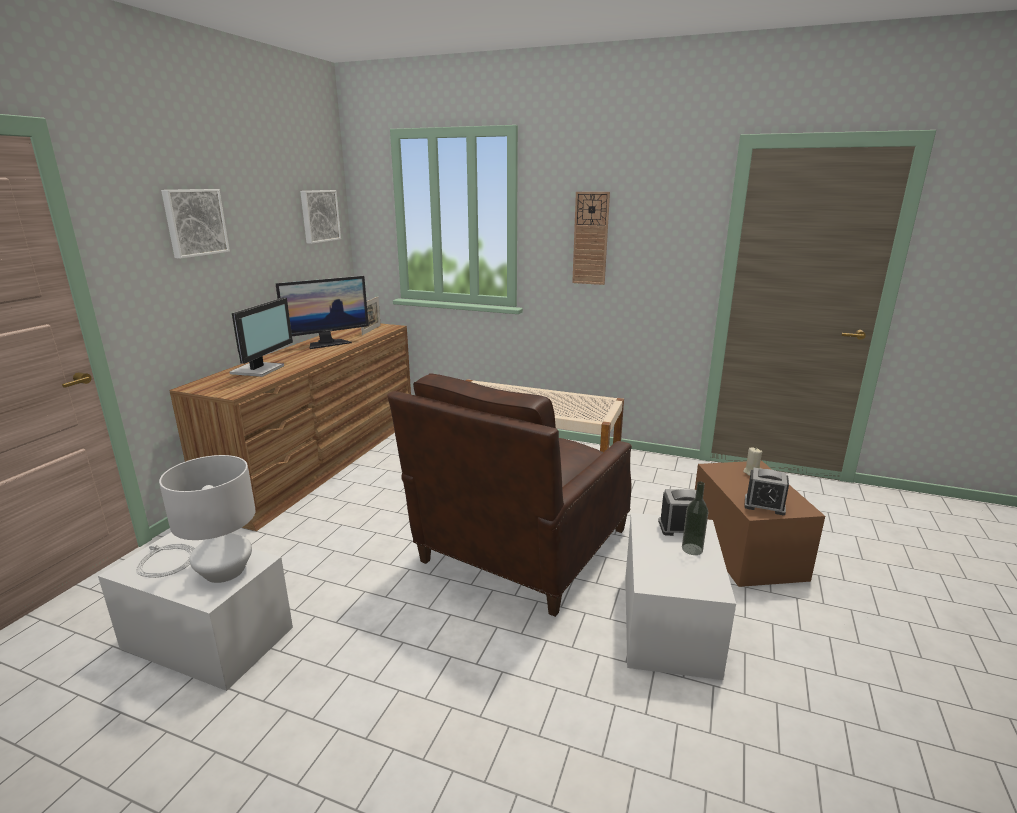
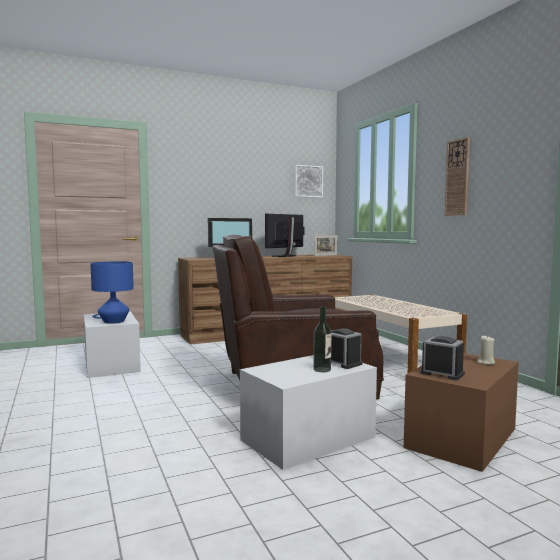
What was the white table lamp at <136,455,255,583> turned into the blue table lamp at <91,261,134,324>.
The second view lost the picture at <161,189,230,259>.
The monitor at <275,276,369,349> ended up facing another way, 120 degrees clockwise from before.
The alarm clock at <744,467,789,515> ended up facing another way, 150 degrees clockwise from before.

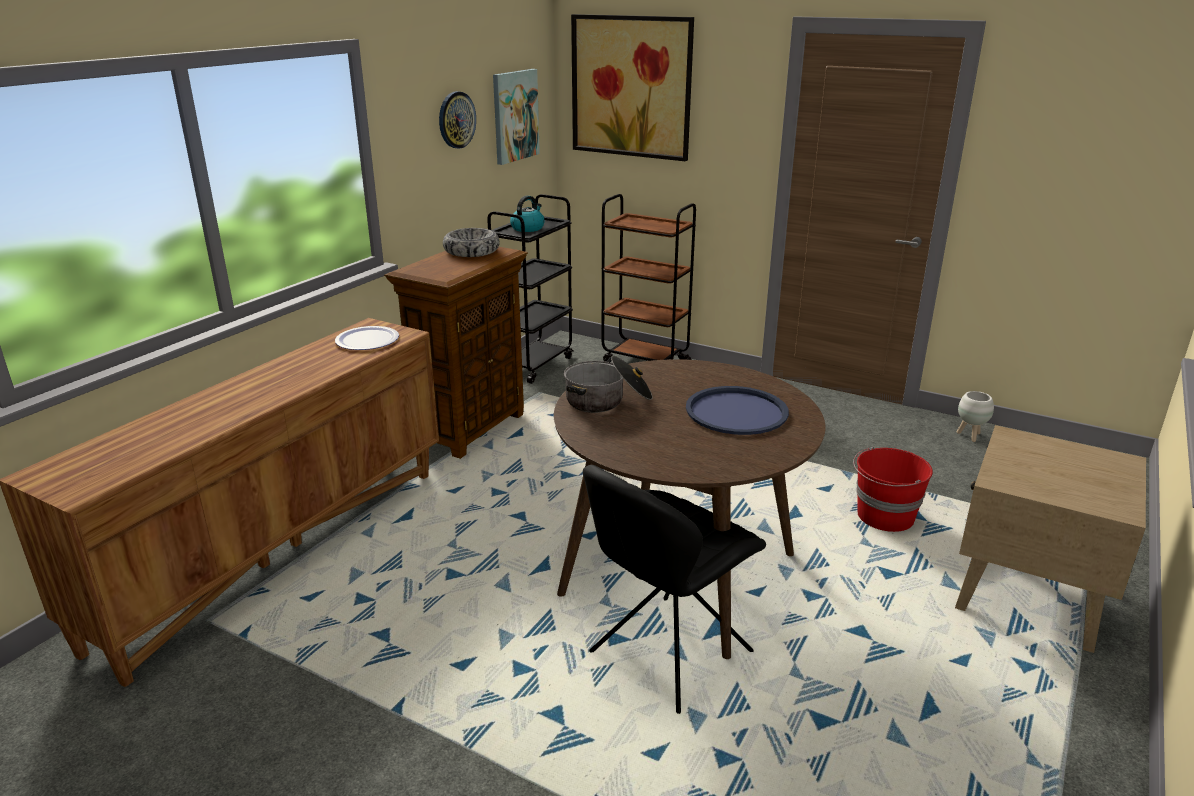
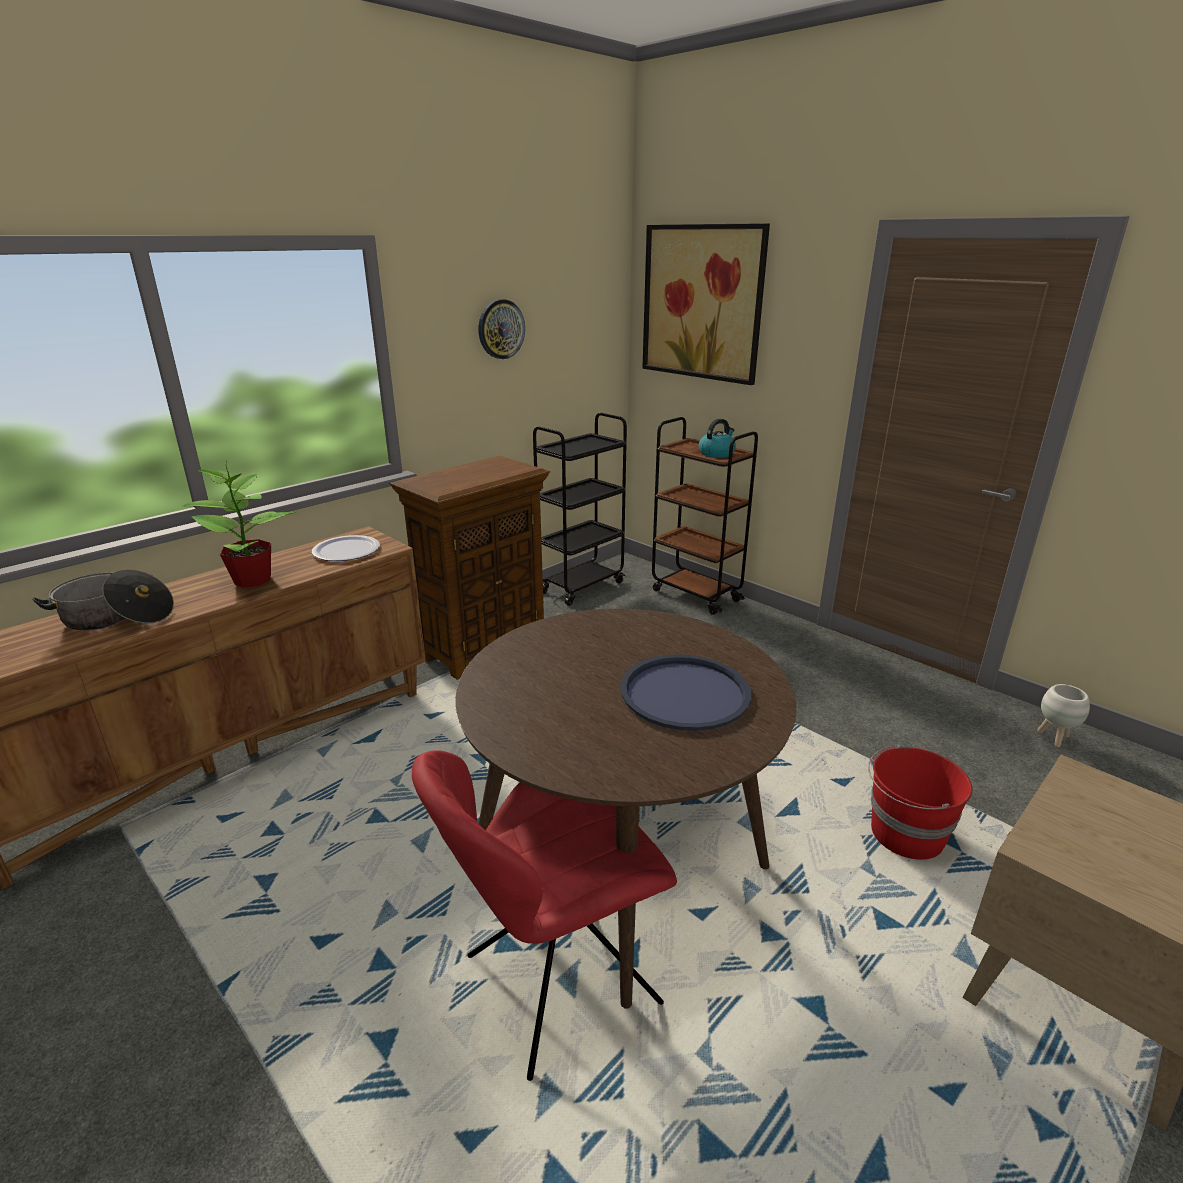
The second view lost the bowl at <443,228,500,257>.
The second view lost the picture at <493,69,540,165>.
The kettle ended up elsewhere, having gone from <510,196,545,232> to <699,419,736,458>.
The cooking pot ended up elsewhere, having gone from <564,356,653,413> to <33,570,174,631>.
What was the black chair at <583,465,766,714> turned into the red chair at <412,750,677,1081>.
The second view gained the potted plant at <183,460,296,588>.

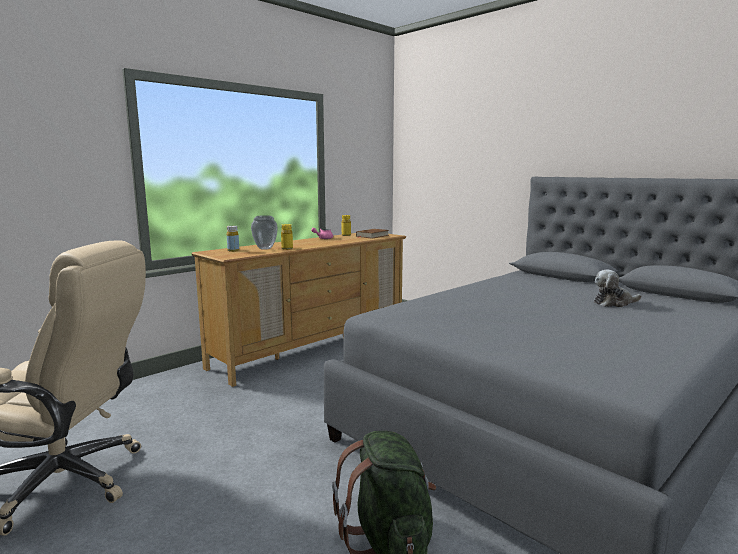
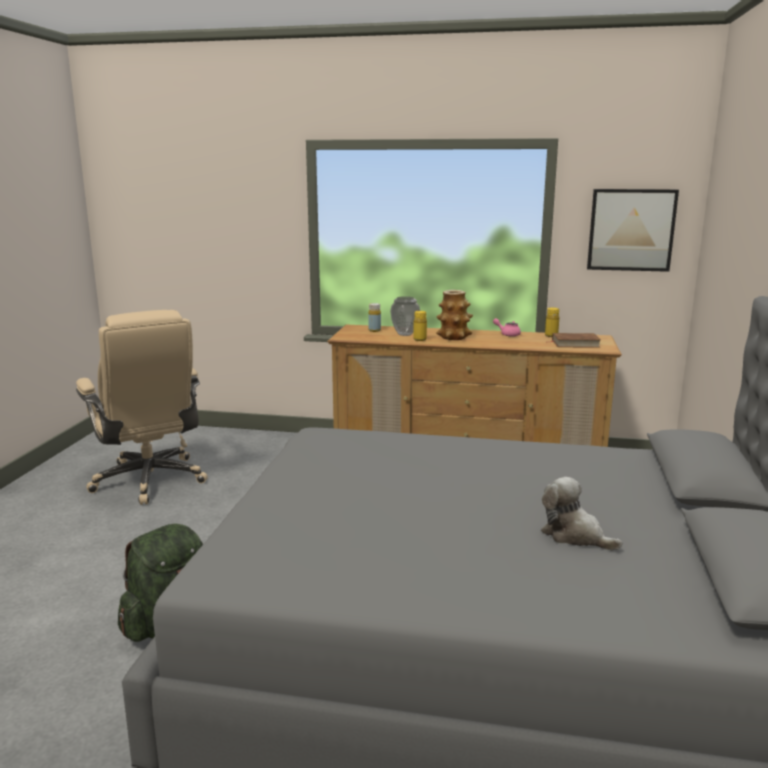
The second view gained the vase at <436,290,473,340>.
The second view gained the picture at <587,189,679,272>.

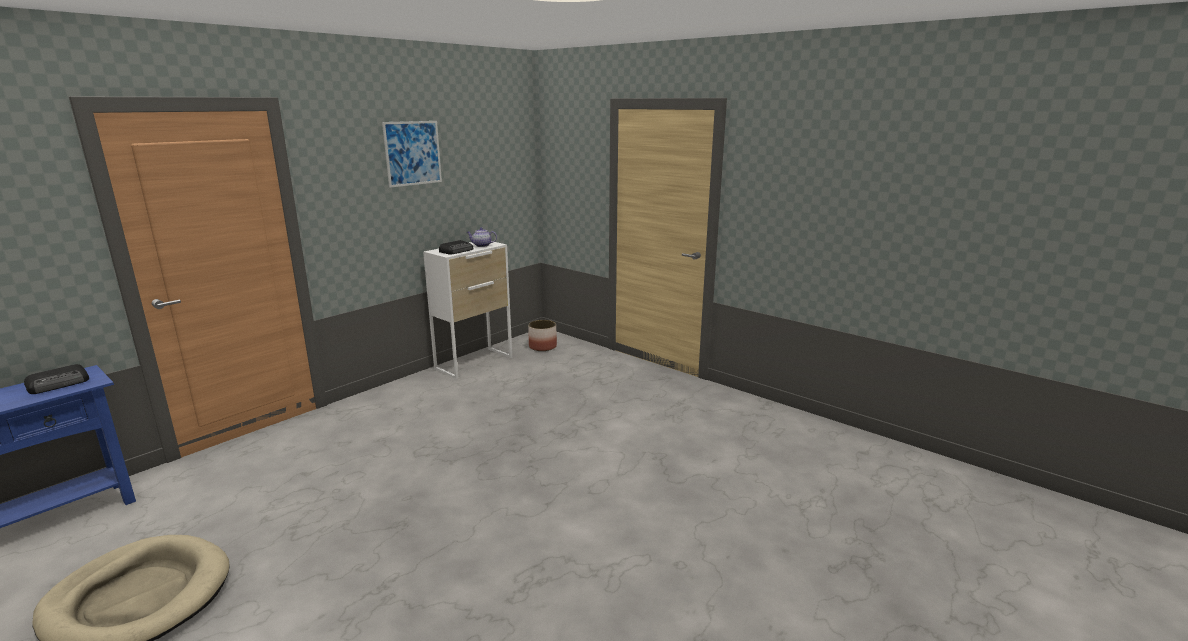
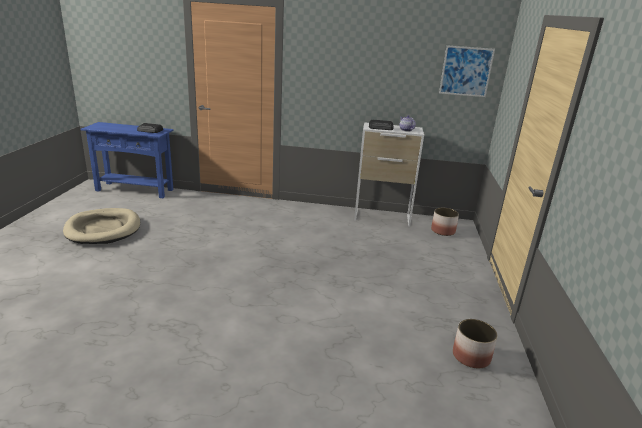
The picture ended up elsewhere, having gone from <382,121,442,187> to <439,45,495,97>.
The second view gained the planter at <453,319,498,368>.

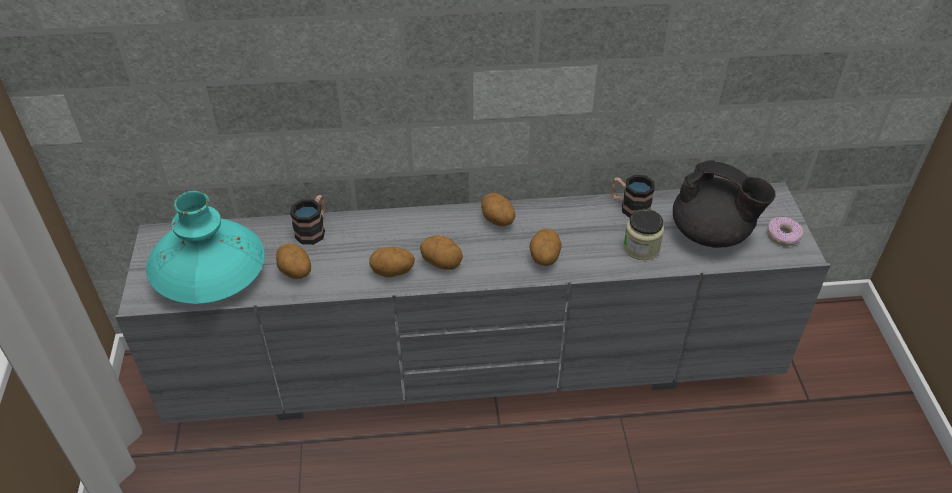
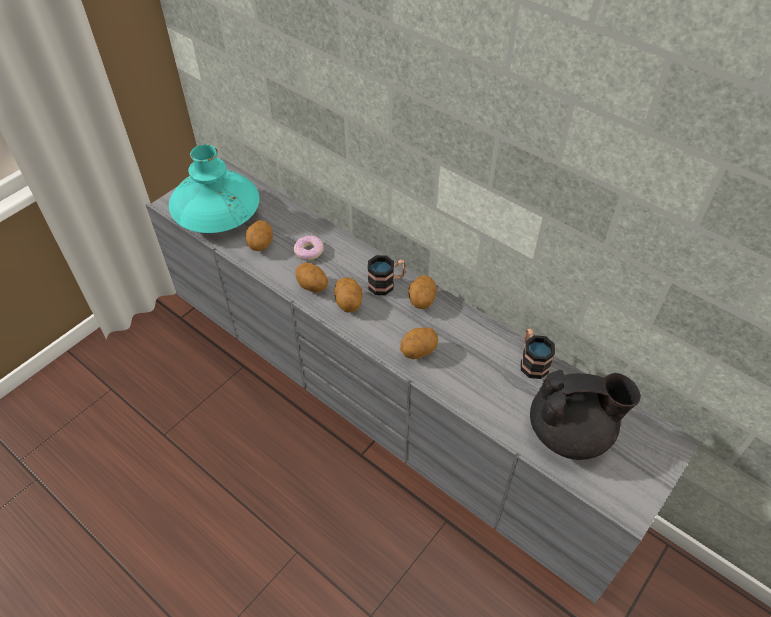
The mug ended up elsewhere, having gone from <290,195,325,245> to <368,255,406,295>.
The second view lost the jar at <623,209,664,260>.
The black teapot at <673,160,775,248> ended up facing another way, 75 degrees counterclockwise from before.
The donut ended up elsewhere, having gone from <767,217,803,246> to <294,236,324,260>.

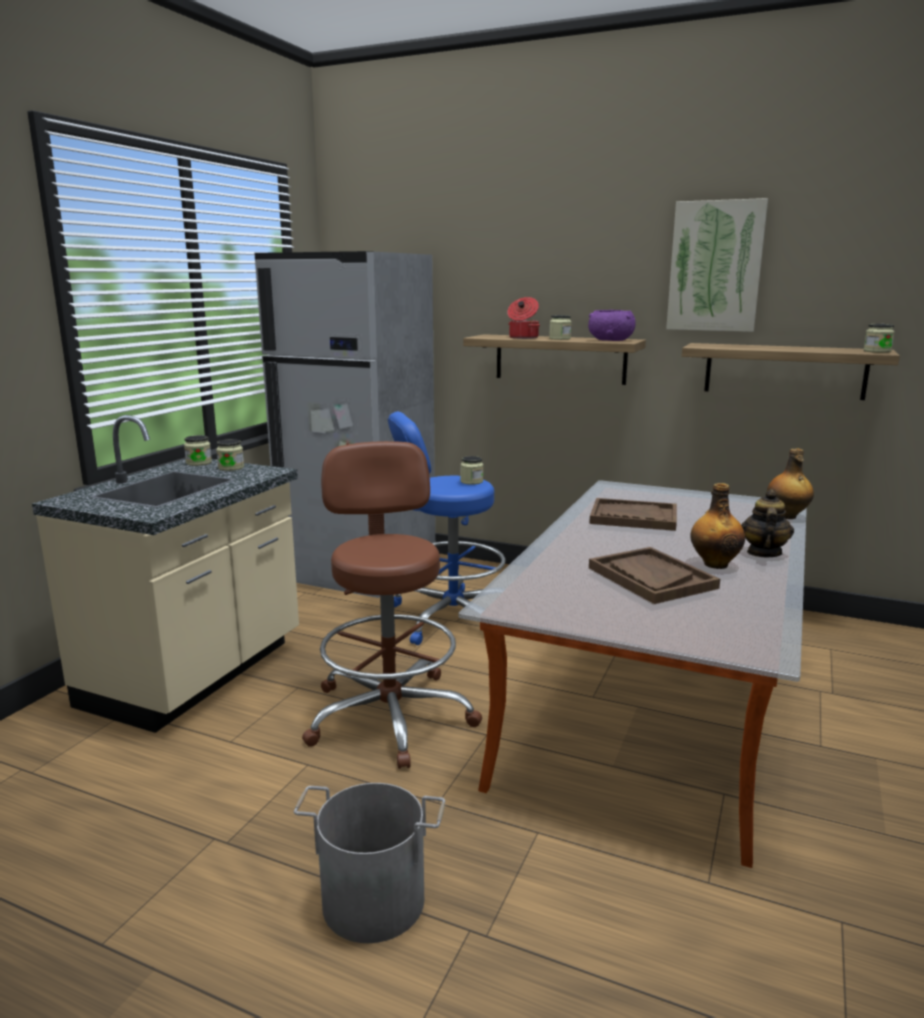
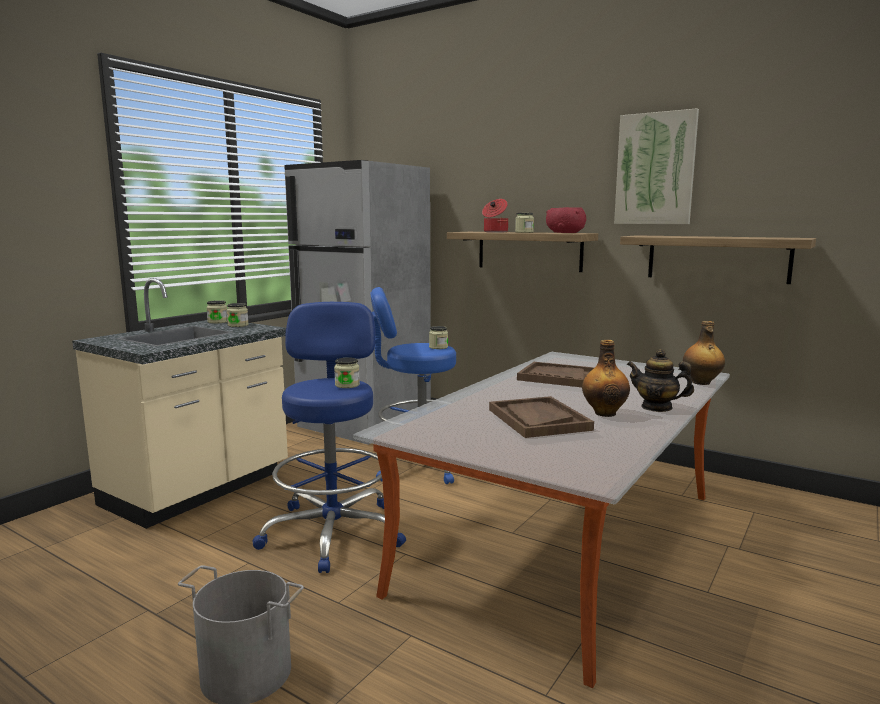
What was the brown stool at <302,441,482,769> turned into the blue stool at <253,302,406,573>.
What was the purple bowl at <588,310,636,341> turned into the red bowl at <546,207,586,233>.
The teapot at <741,489,794,557> ended up facing another way, 90 degrees counterclockwise from before.
The jar ended up elsewhere, having gone from <863,324,895,353> to <334,358,360,388>.

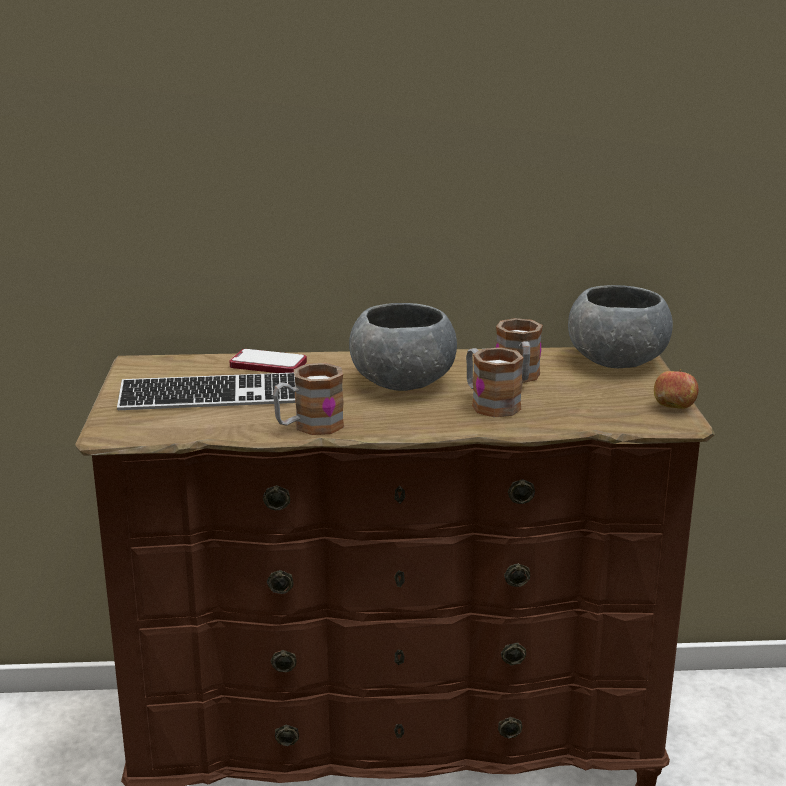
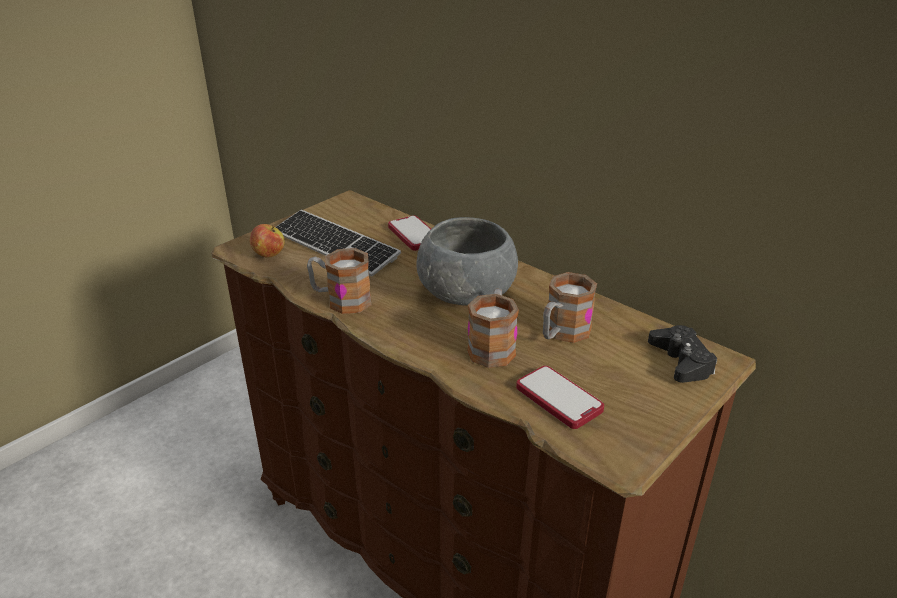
Where the grey bowl stood at <568,285,673,368>, the black game controller came to stand at <648,325,717,383>.
The apple ended up elsewhere, having gone from <654,369,698,409> to <250,224,285,258>.
The second view gained the phone at <516,366,604,429>.

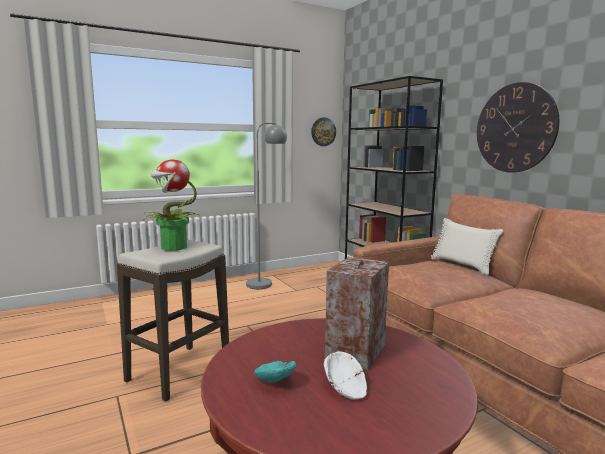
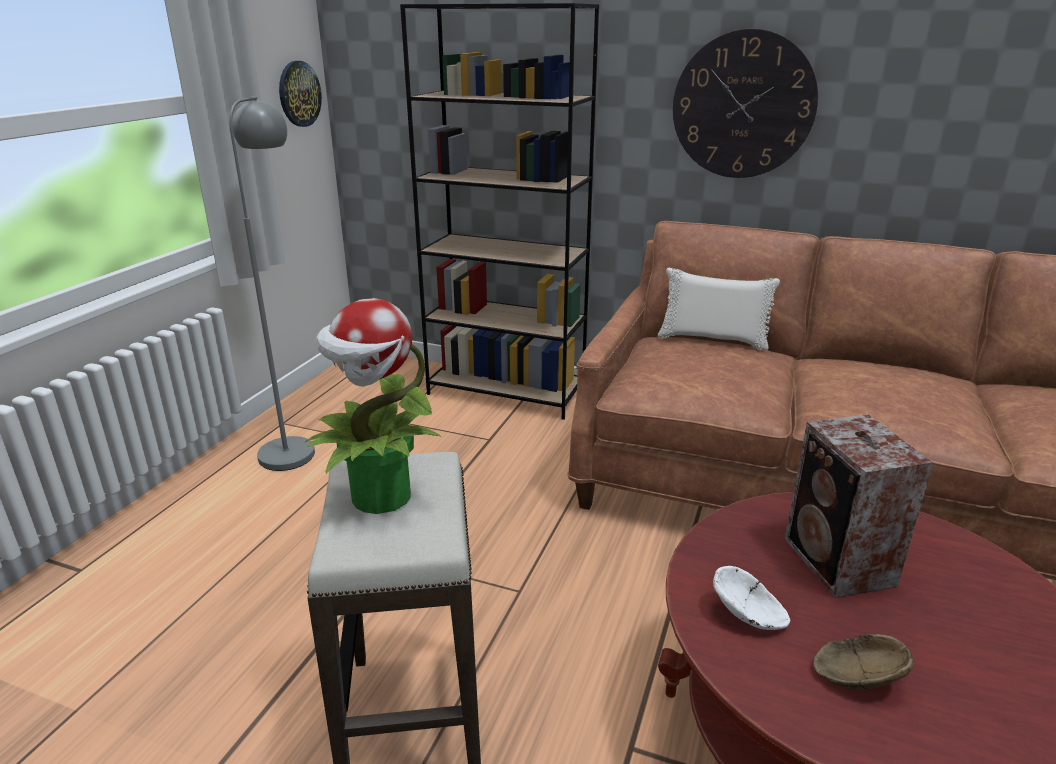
What was the turquoise bowl at <254,361,296,382> turned into the brown bowl at <813,634,914,690>.
The white bowl ended up elsewhere, having gone from <324,351,367,400> to <713,566,790,630>.

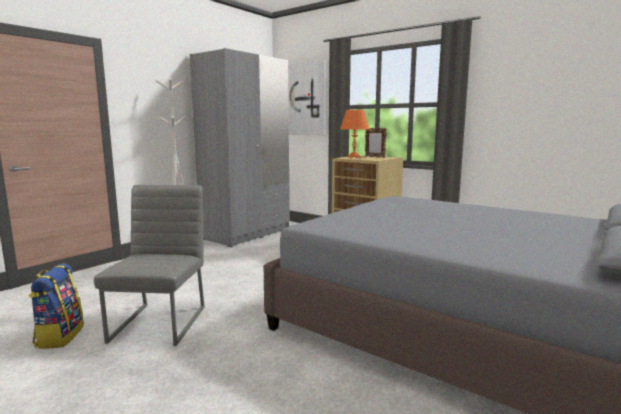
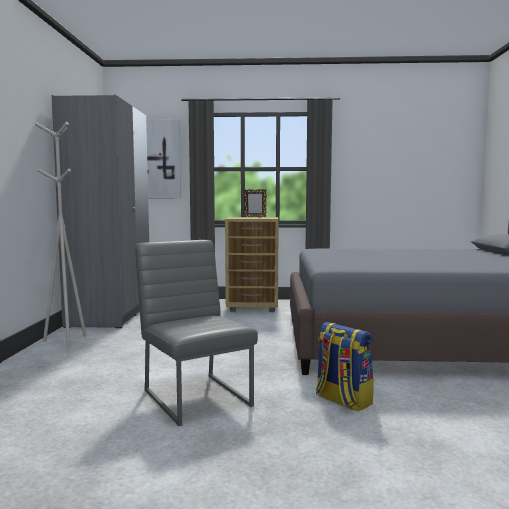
The backpack ended up elsewhere, having gone from <29,264,84,349> to <316,322,374,412>.
The second view lost the orange table lamp at <340,110,369,159>.

